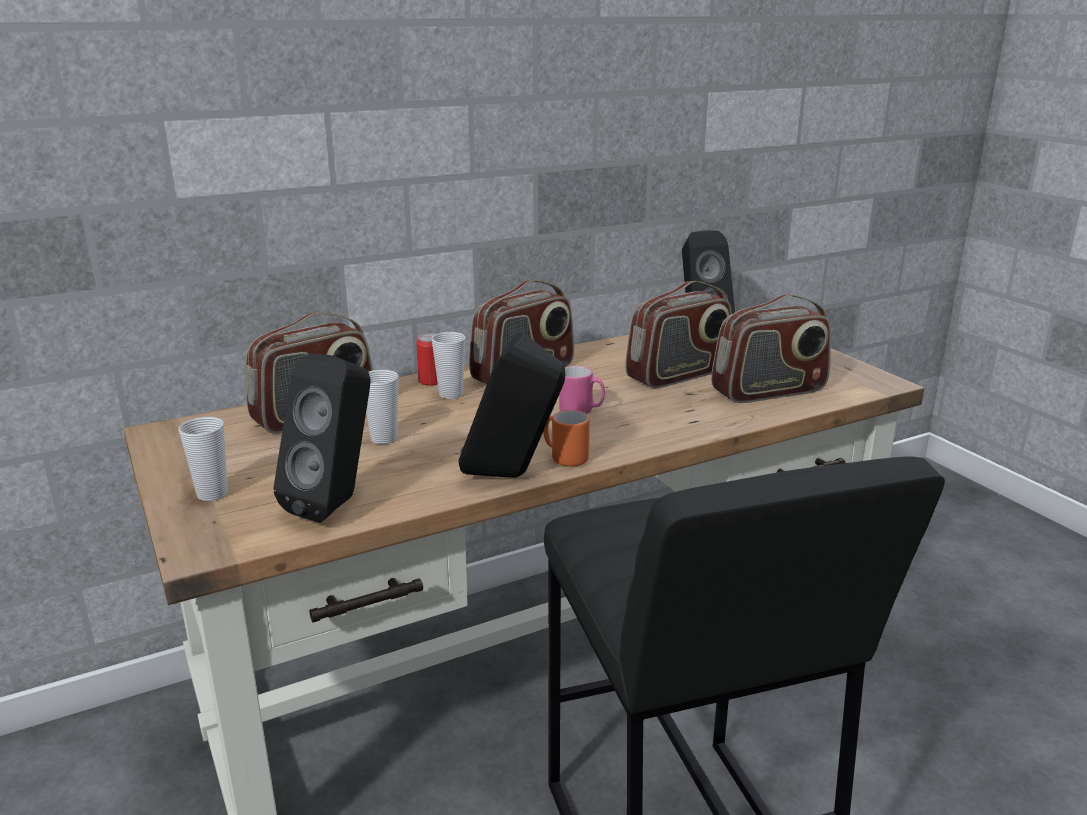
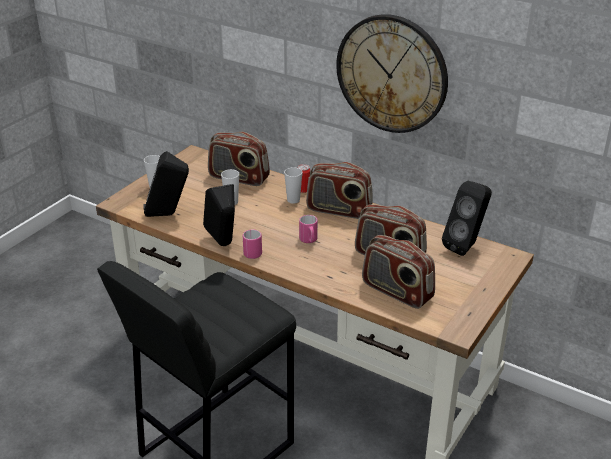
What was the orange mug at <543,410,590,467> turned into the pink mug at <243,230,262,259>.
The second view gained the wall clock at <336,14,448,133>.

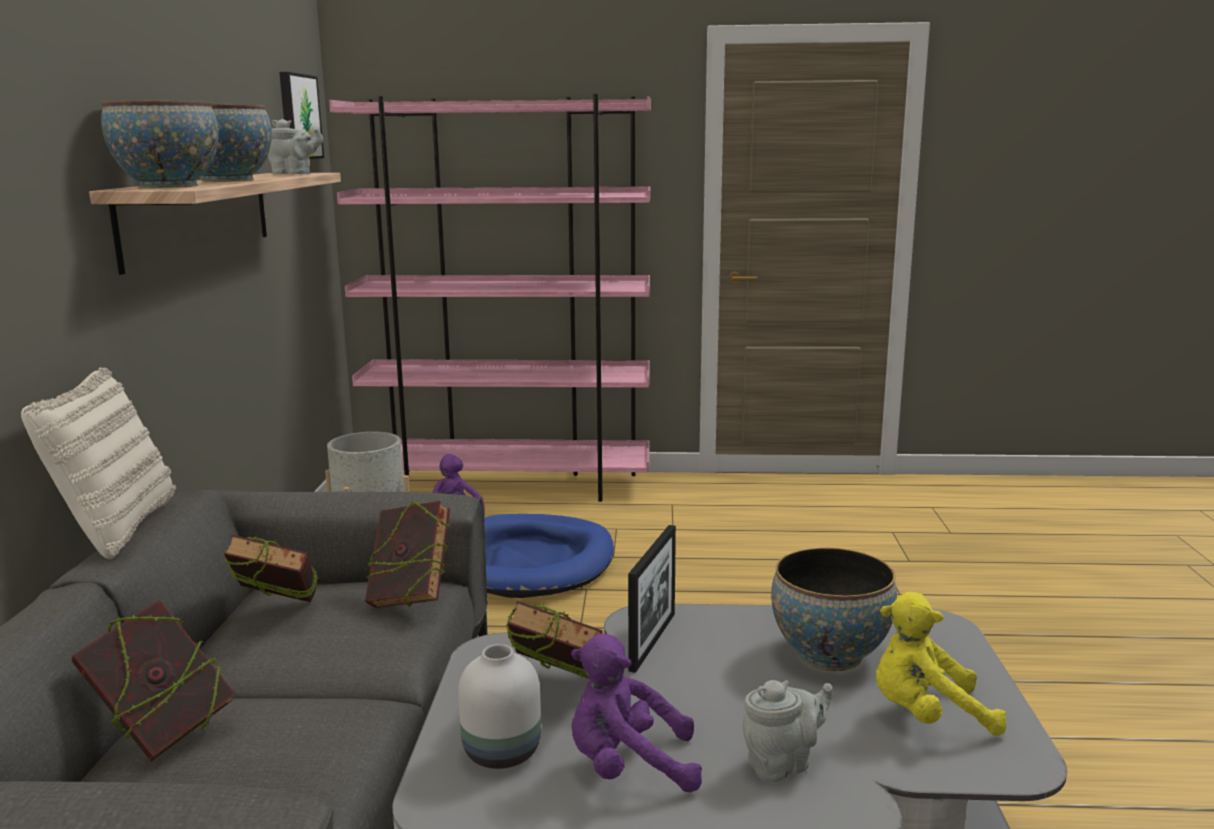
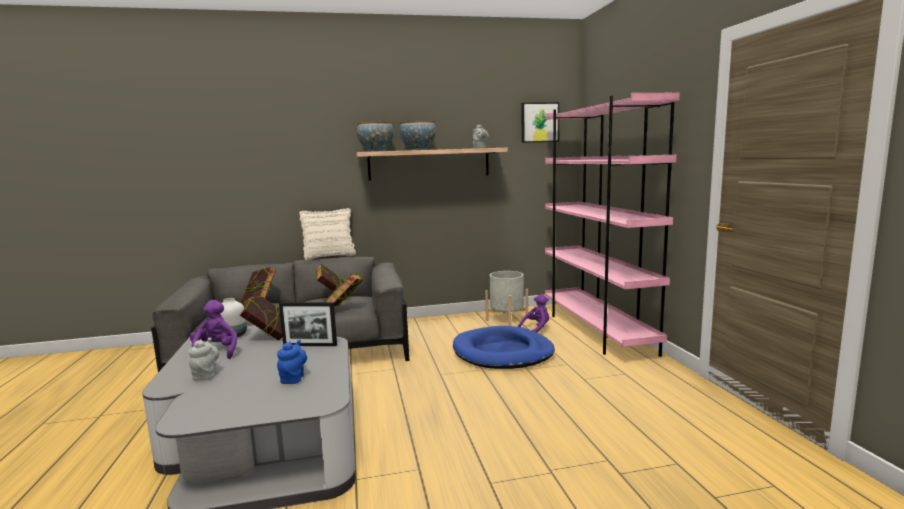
The grey teapot at <743,680,833,782> ended up facing another way, 150 degrees counterclockwise from before.
Where the bowl stood at <771,548,897,671>, the blue teapot came to stand at <277,340,307,384>.
The second view lost the yellow plush toy at <876,592,1006,736>.

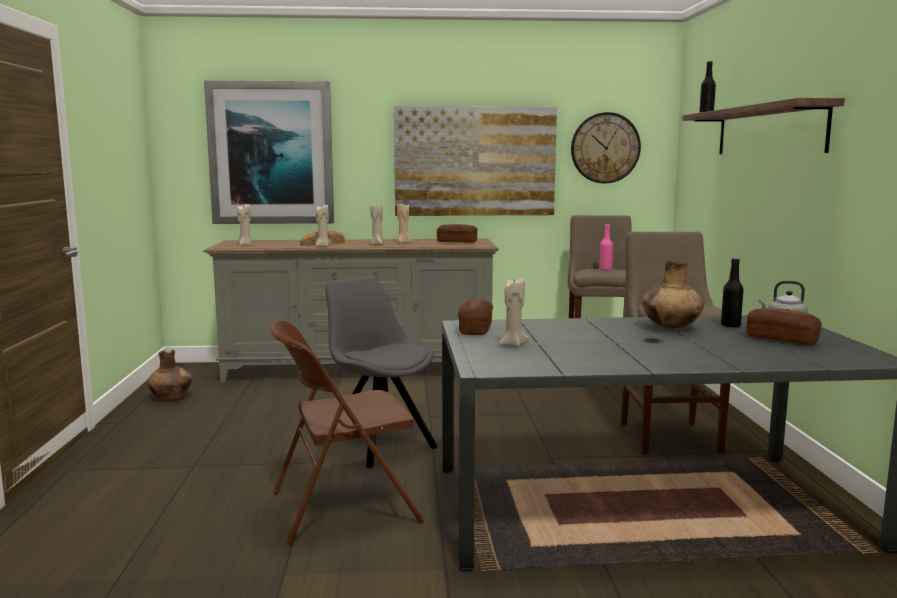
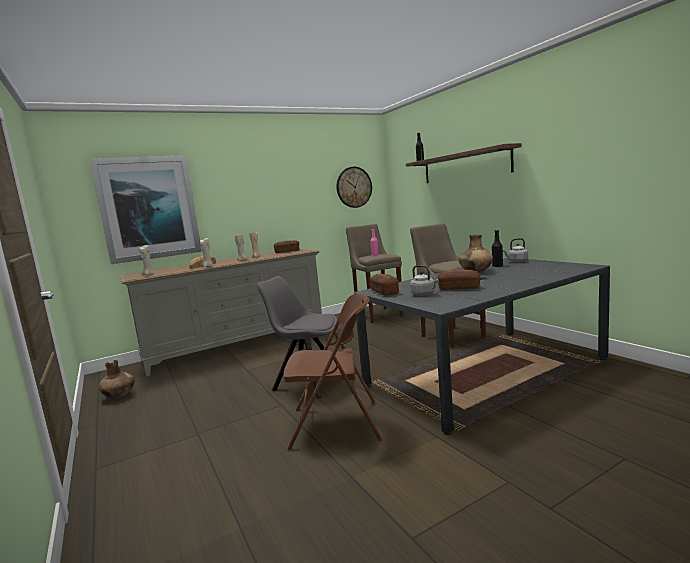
The brown chair at <268,321,424,545> ended up facing another way, 135 degrees counterclockwise from before.
The second view lost the picture at <394,106,557,216>.
Where the beige candle stood at <499,277,529,347>, the grey kettle came to stand at <410,265,439,296>.
The bread ended up elsewhere, having gone from <747,308,822,345> to <437,270,480,290>.

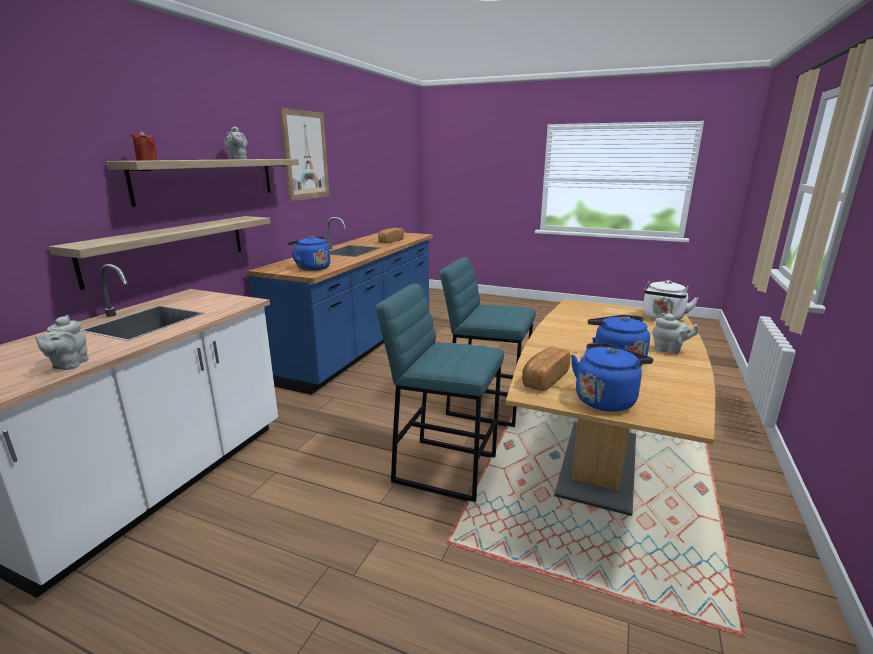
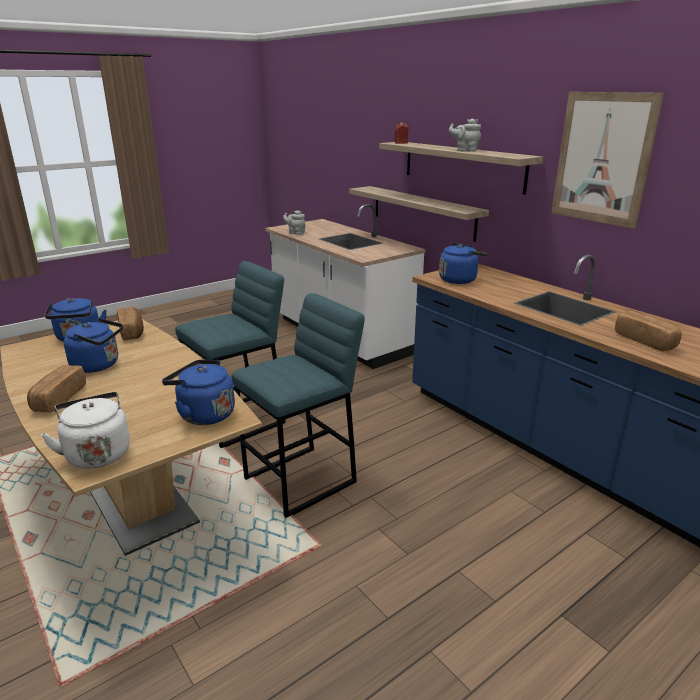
Where the grey teapot stood at <652,313,699,354>, the bread came to stand at <27,365,86,413>.
The second view gained the blue kettle at <162,360,235,425>.

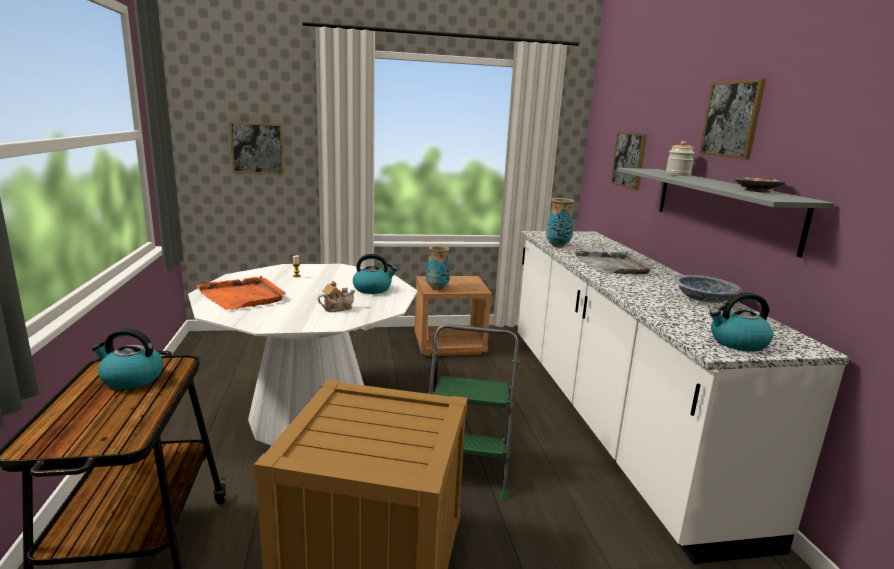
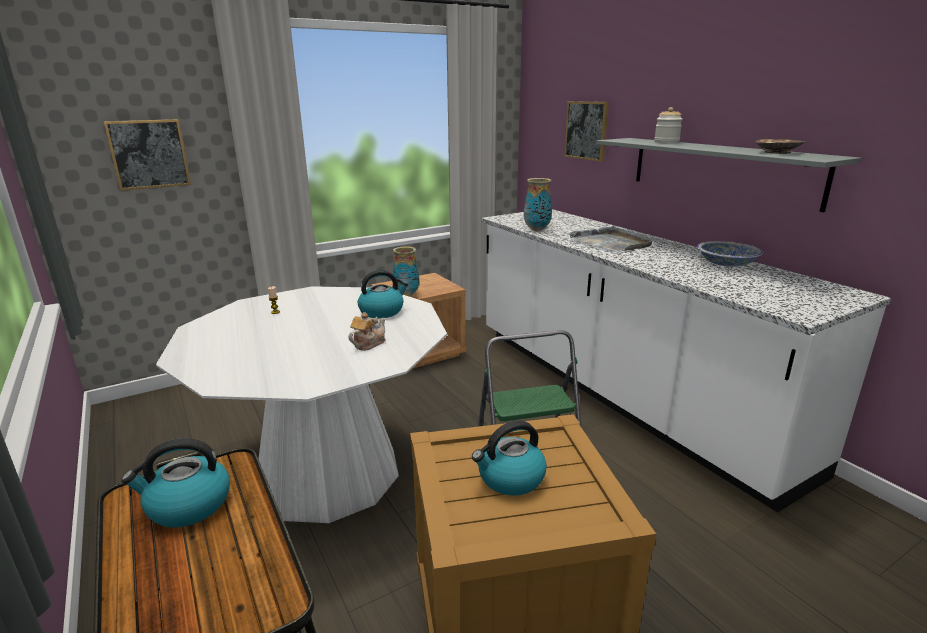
The second view lost the orange tray at <196,276,285,310>.
The second view lost the picture at <699,79,766,159>.
The kettle ended up elsewhere, having gone from <709,292,773,352> to <472,420,547,496>.

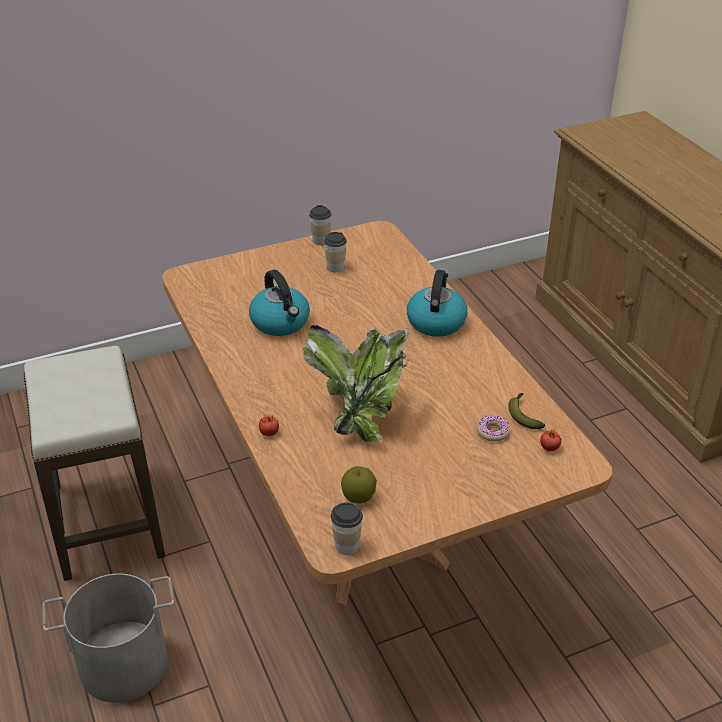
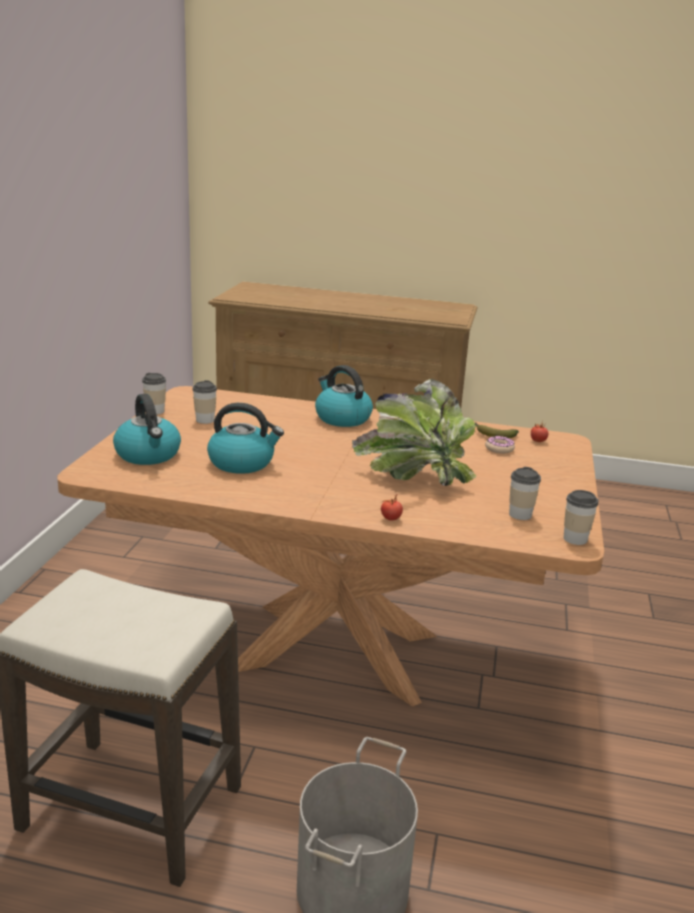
Where the apple stood at <341,466,377,504>, the cup came to stand at <509,467,541,520>.
The second view gained the kettle at <113,394,181,465>.

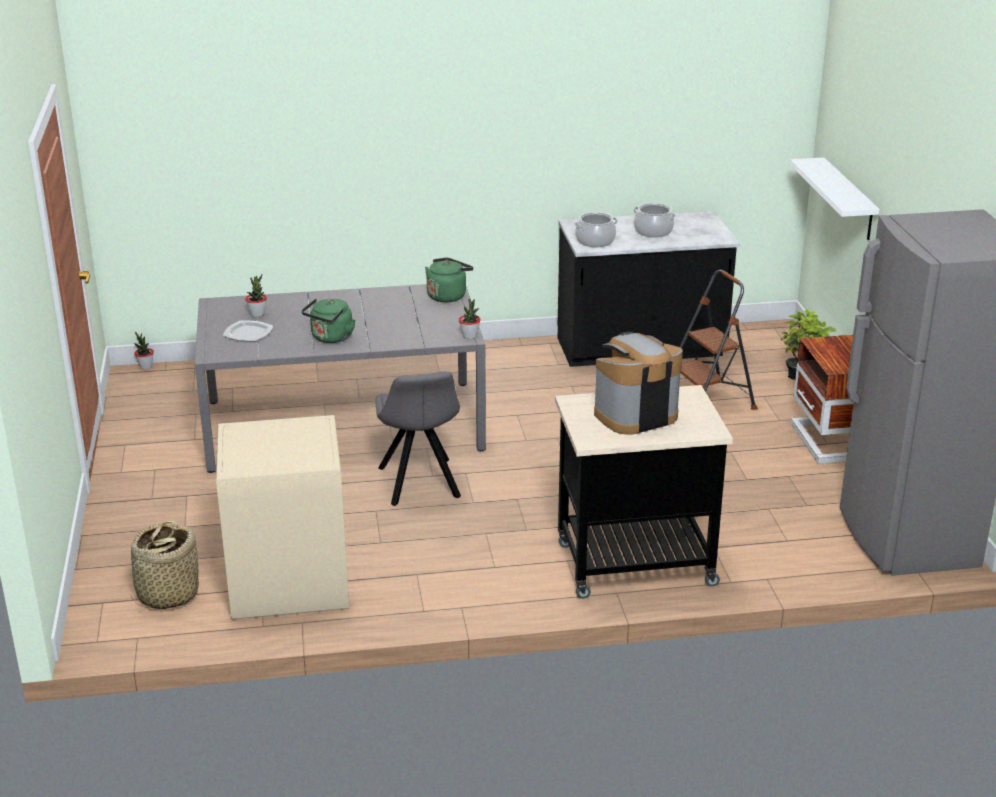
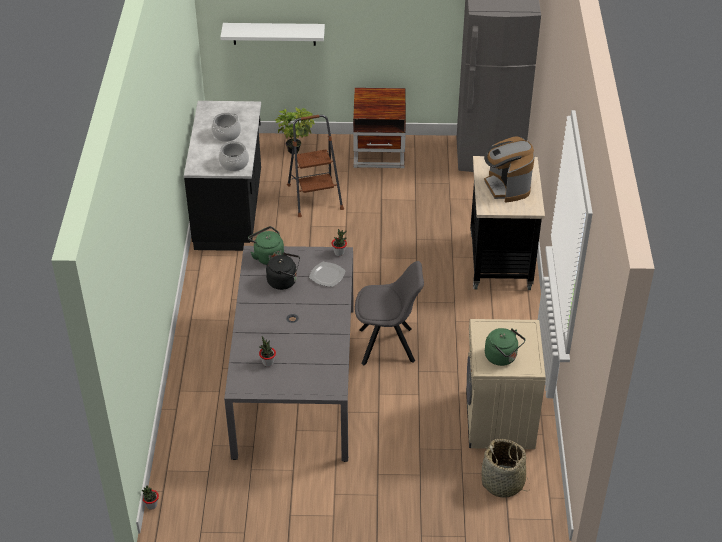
The plate ended up elsewhere, having gone from <223,320,273,341> to <309,262,346,287>.
The green kettle ended up elsewhere, having gone from <302,299,355,343> to <485,328,525,366>.
The second view gained the black kettle at <266,252,300,290>.

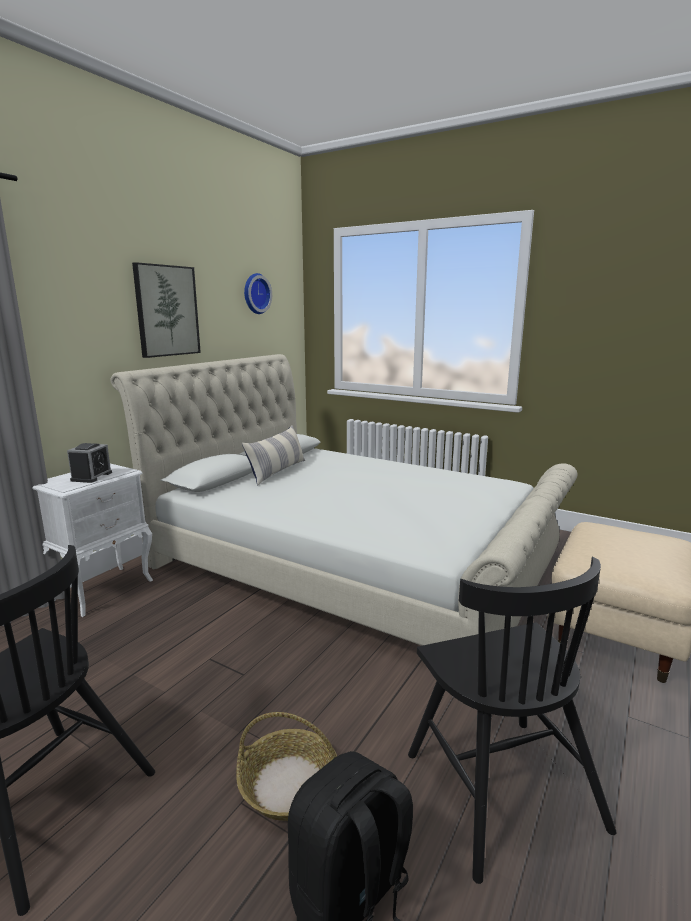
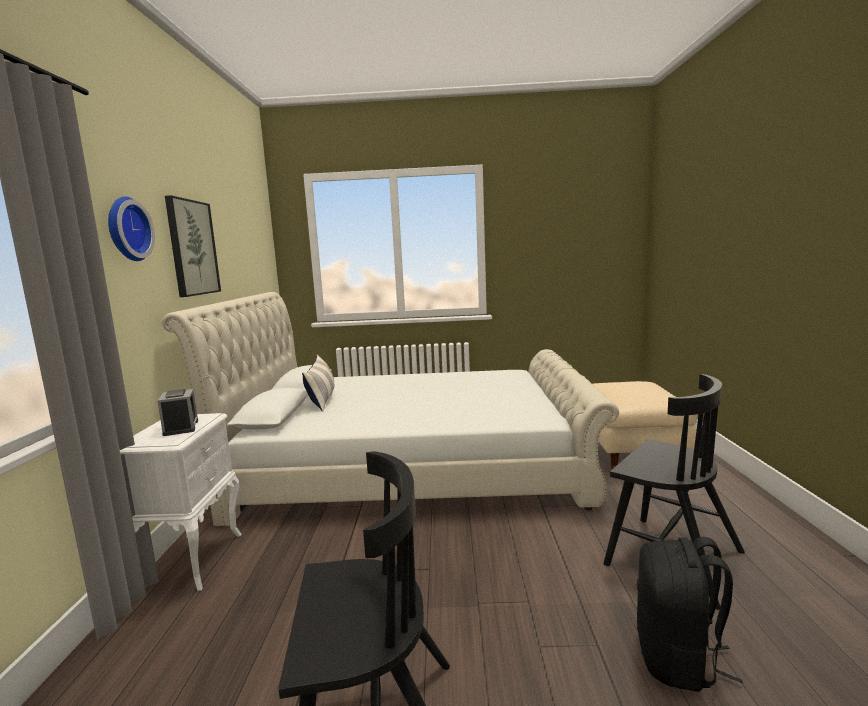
The second view lost the basket at <236,712,337,821>.
The wall clock ended up elsewhere, having gone from <244,273,272,314> to <108,197,155,261>.

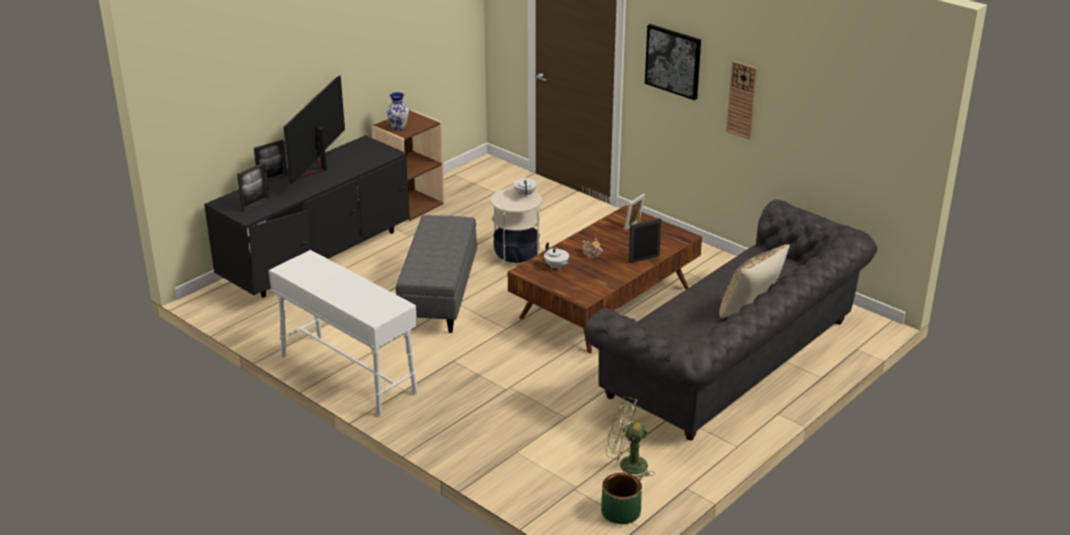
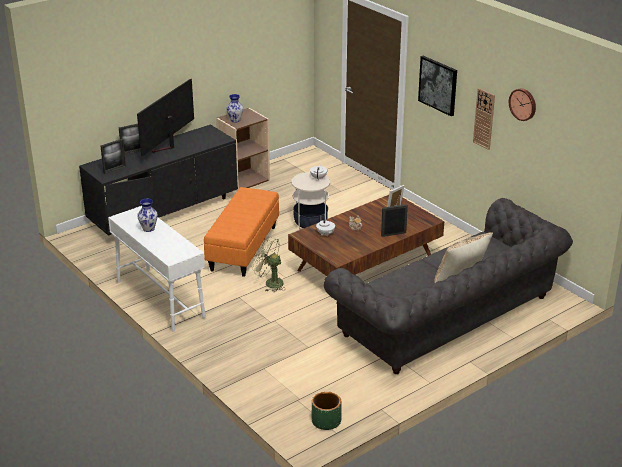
What was the grey ottoman at <395,215,477,333> turned into the orange ottoman at <204,187,279,277>.
The green fan ended up elsewhere, having gone from <606,397,655,480> to <252,237,286,292>.
The second view gained the vase at <137,199,158,232>.
The second view gained the wall clock at <509,88,536,121>.

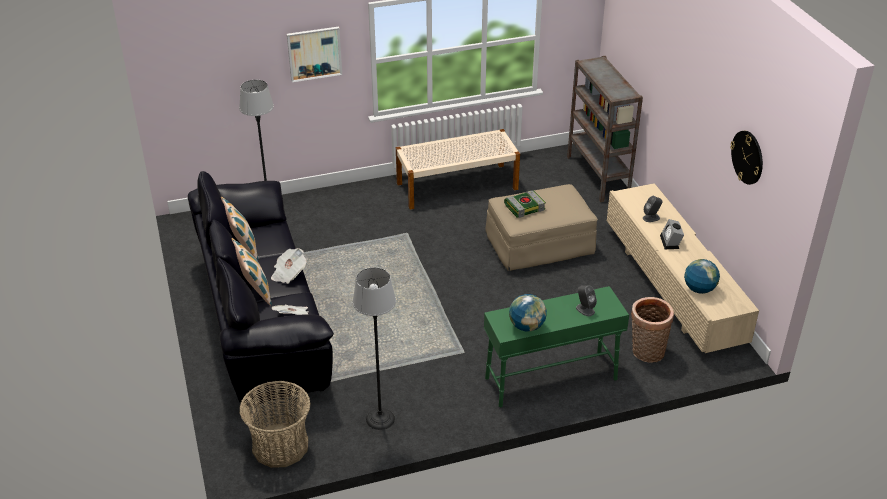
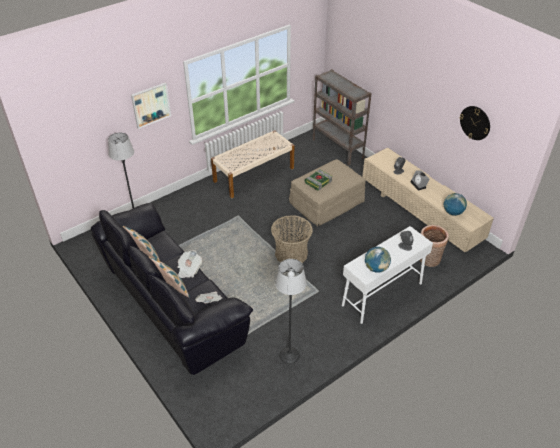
The basket ended up elsewhere, having gone from <239,381,311,468> to <271,215,313,263>.
What was the green console table at <484,286,629,407> turned into the white console table at <342,226,433,324>.

